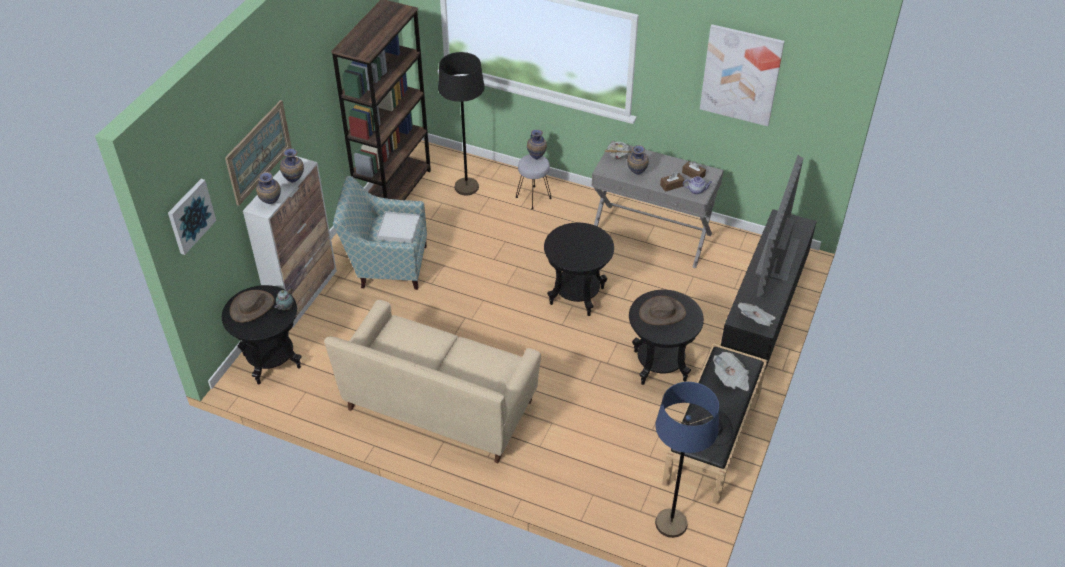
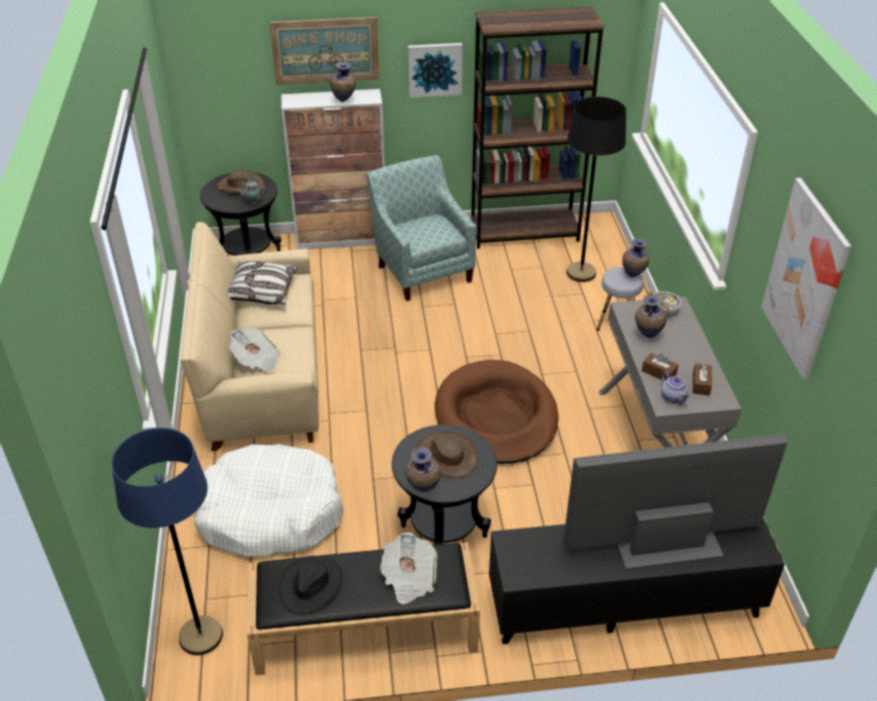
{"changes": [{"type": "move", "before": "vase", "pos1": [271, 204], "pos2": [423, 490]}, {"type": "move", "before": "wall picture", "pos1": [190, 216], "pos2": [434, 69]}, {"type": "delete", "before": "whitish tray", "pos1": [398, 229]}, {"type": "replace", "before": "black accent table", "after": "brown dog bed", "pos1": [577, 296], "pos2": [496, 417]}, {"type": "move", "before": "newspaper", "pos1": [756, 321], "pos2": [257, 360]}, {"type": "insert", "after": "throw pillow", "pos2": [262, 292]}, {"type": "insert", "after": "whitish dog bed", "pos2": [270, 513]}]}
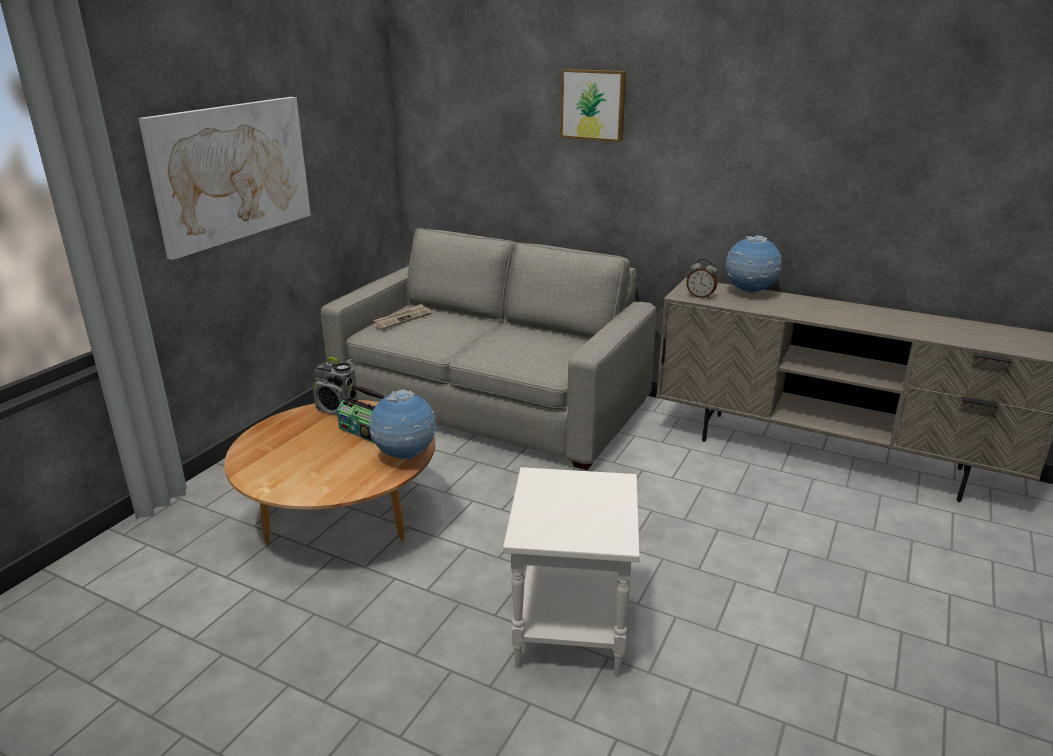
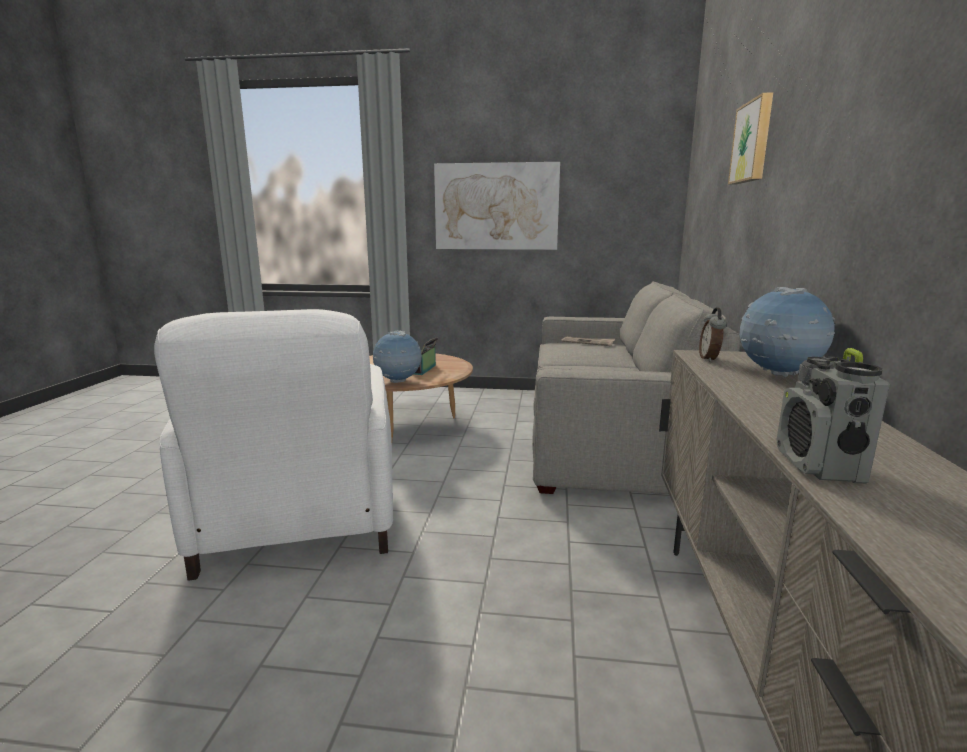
{"changes": [{"type": "move", "before": "radio receiver", "pos1": [337, 409], "pos2": [819, 466]}, {"type": "replace", "before": "whitish accent table", "after": "whitish lounge chair", "pos1": [572, 631], "pos2": [298, 521]}]}
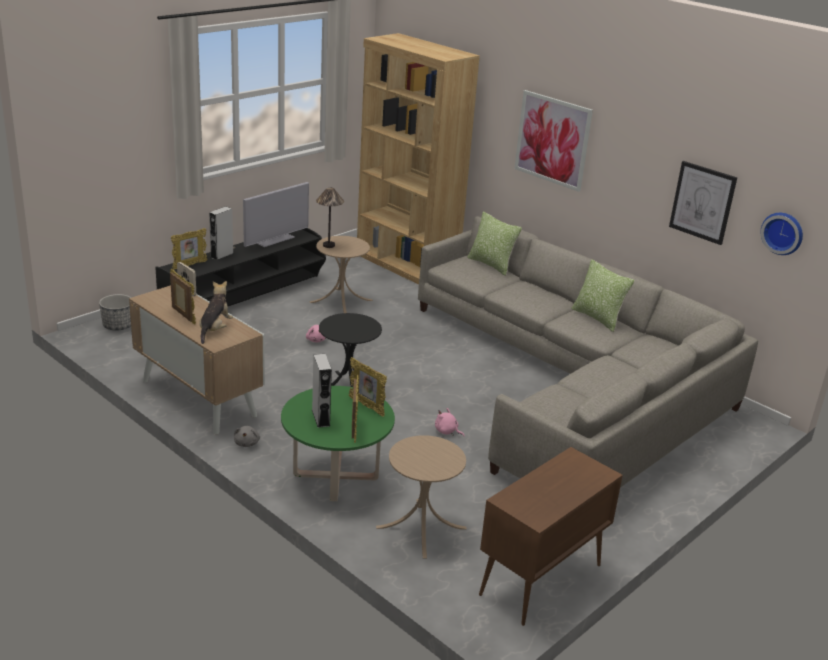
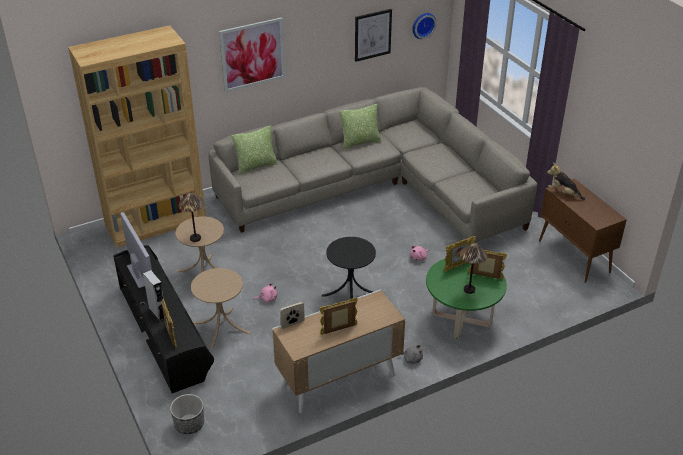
{"changes": [{"type": "move", "before": "plush toy", "pos1": [215, 329], "pos2": [563, 193]}, {"type": "replace", "before": "greyish speaker", "after": "lamp for a table", "pos1": [321, 418], "pos2": [469, 289]}, {"type": "move", "before": "beige-coloured accent table", "pos1": [421, 527], "pos2": [221, 327]}]}
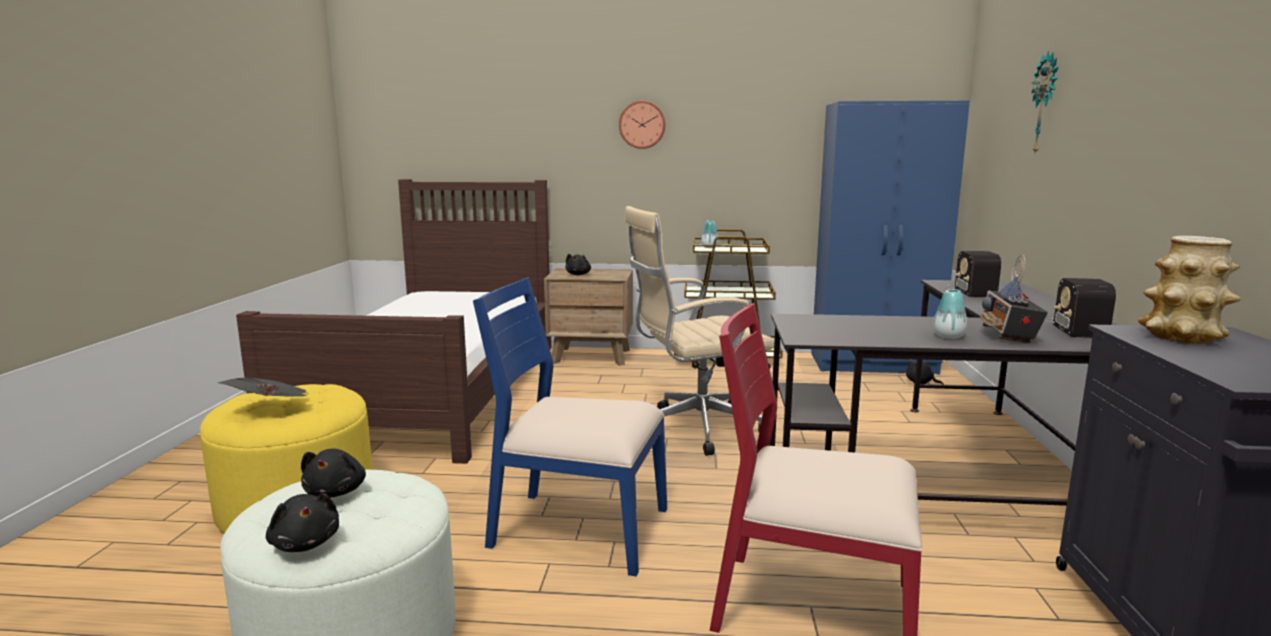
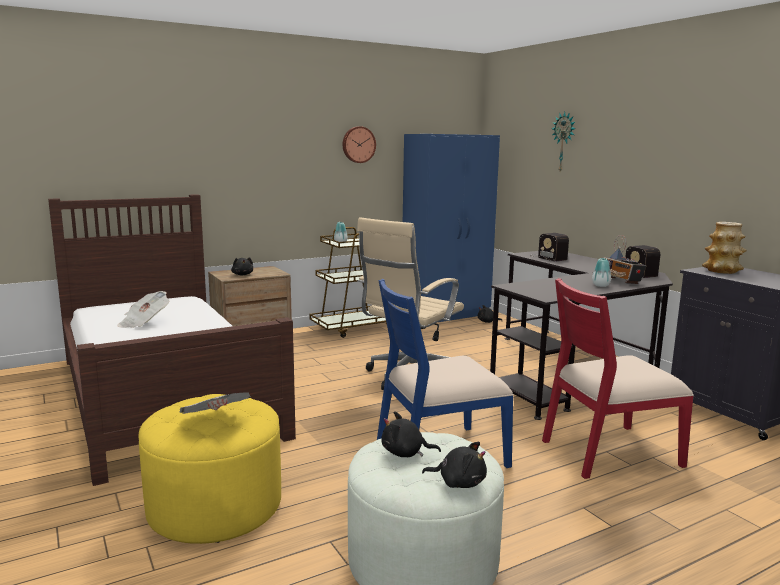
{"changes": [{"type": "move", "before": "wall clock", "pos1": [642, 125], "pos2": [358, 144]}, {"type": "rotate", "before": "black plush toy", "pos1": [336, 492], "pos2": [405, 453], "turn": 135}, {"type": "insert", "after": "newspaper", "pos2": [144, 323]}]}
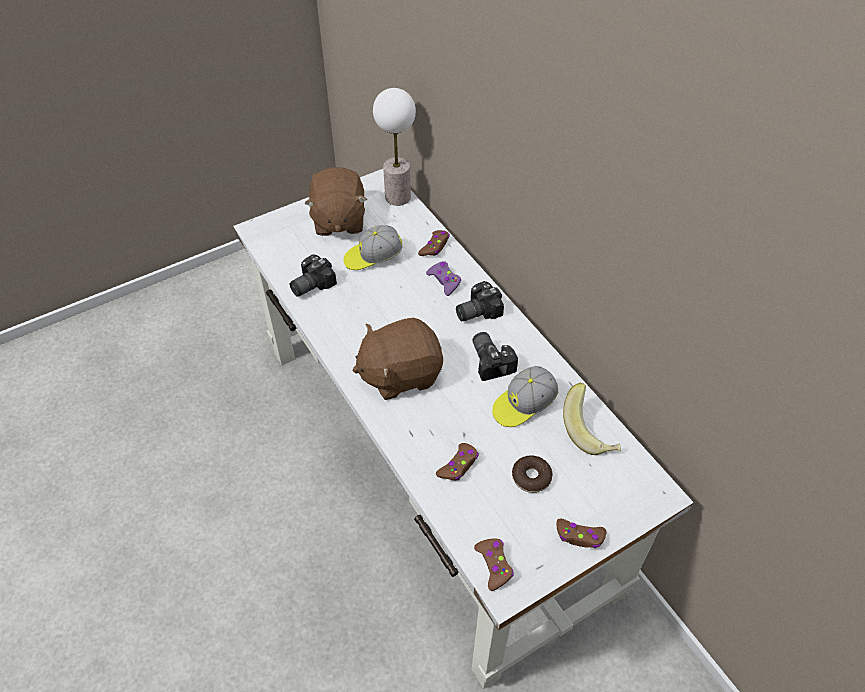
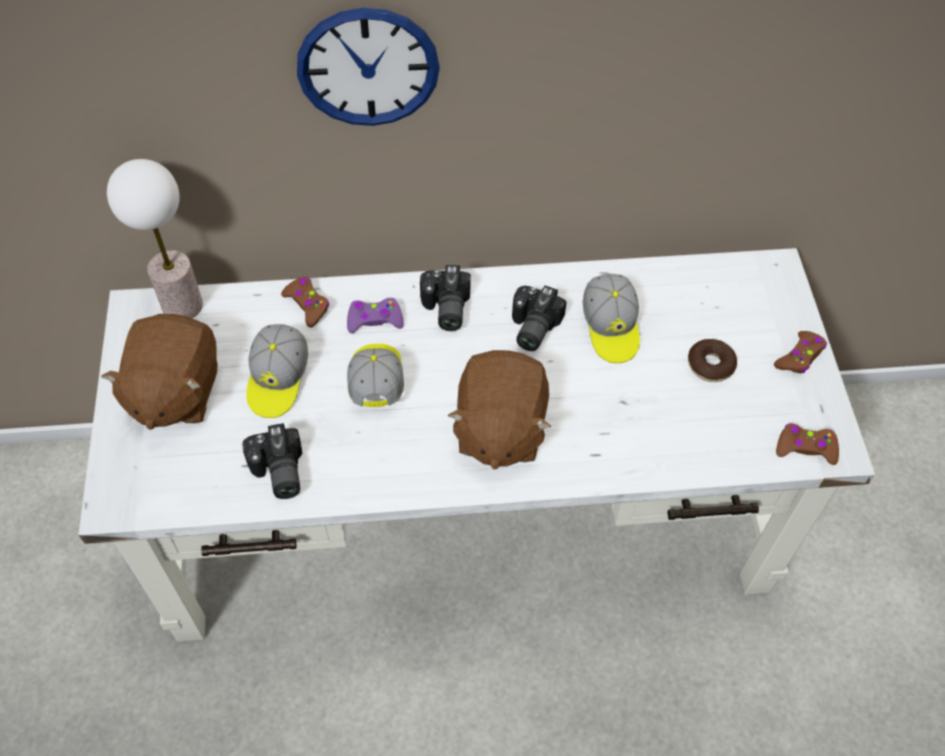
{"changes": [{"type": "rotate", "before": "brown plush toy", "pos1": [338, 220], "pos2": [174, 392], "turn": 75}, {"type": "rotate", "before": "still camera", "pos1": [492, 360], "pos2": [530, 328], "turn": -75}, {"type": "delete", "before": "banana fruit", "pos1": [590, 431]}, {"type": "delete", "before": "brown gamepad", "pos1": [458, 465]}, {"type": "insert", "after": "wall clock", "pos2": [368, 68]}, {"type": "insert", "after": "cap", "pos2": [376, 381]}]}
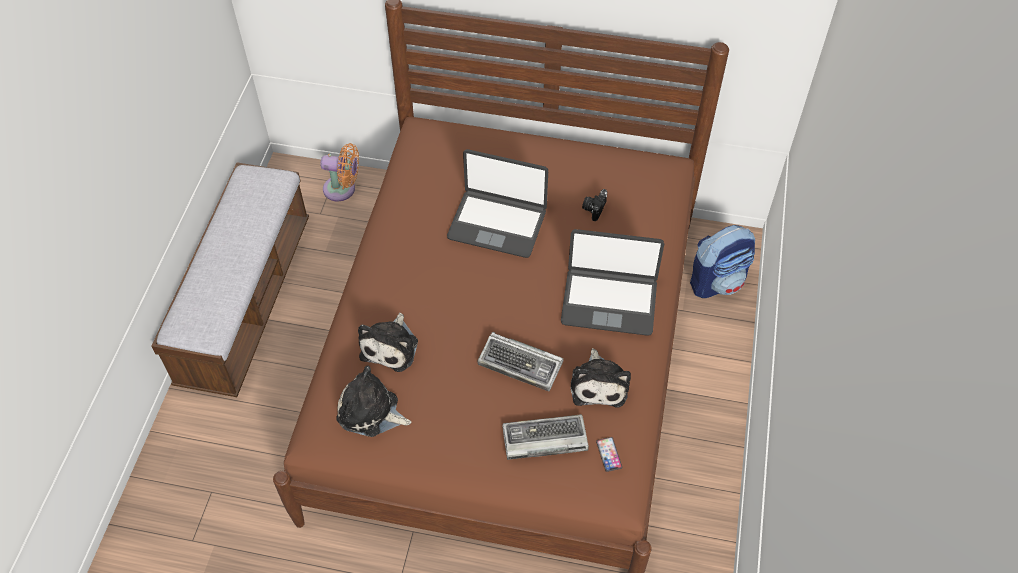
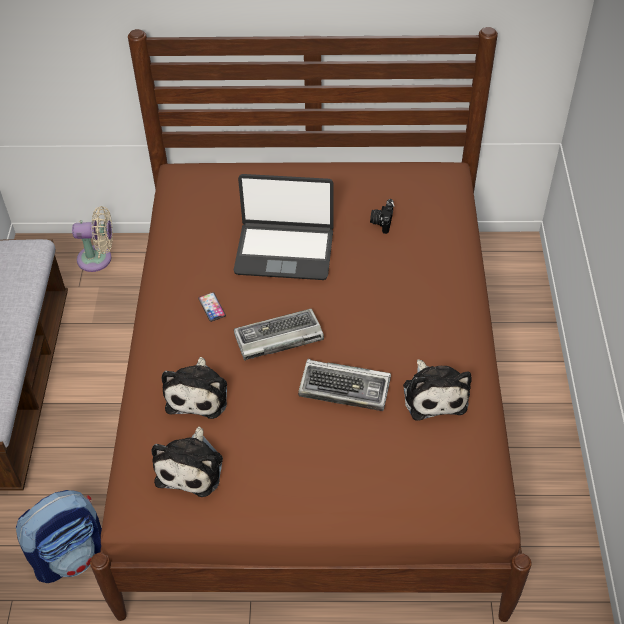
{"changes": [{"type": "recolor", "before": "orangey fan", "after": "beige-coloured fan", "pos1": [343, 189], "pos2": [98, 259]}, {"type": "move", "before": "backpack", "pos1": [717, 281], "pos2": [71, 555]}, {"type": "delete", "before": "portable computer", "pos1": [609, 301]}, {"type": "rotate", "before": "plush toy", "pos1": [371, 412], "pos2": [191, 467], "turn": -90}, {"type": "move", "before": "PC keyboard", "pos1": [543, 440], "pos2": [277, 338]}, {"type": "move", "before": "telephone", "pos1": [609, 454], "pos2": [212, 307]}]}
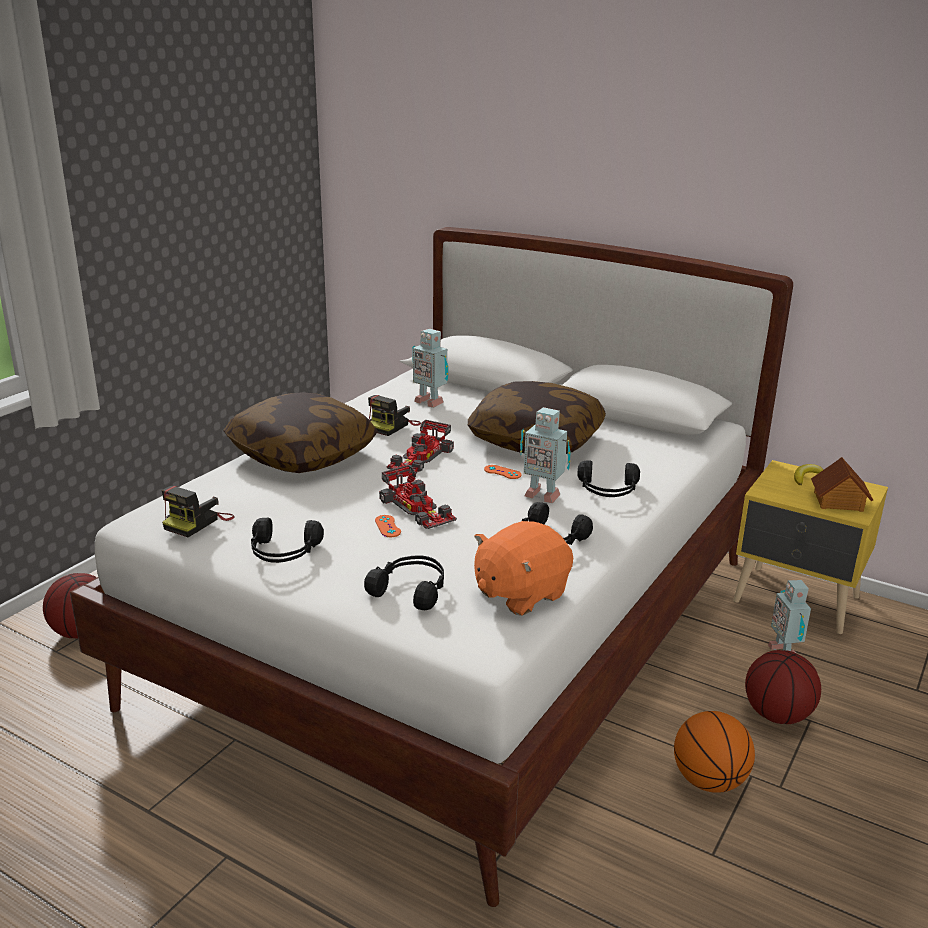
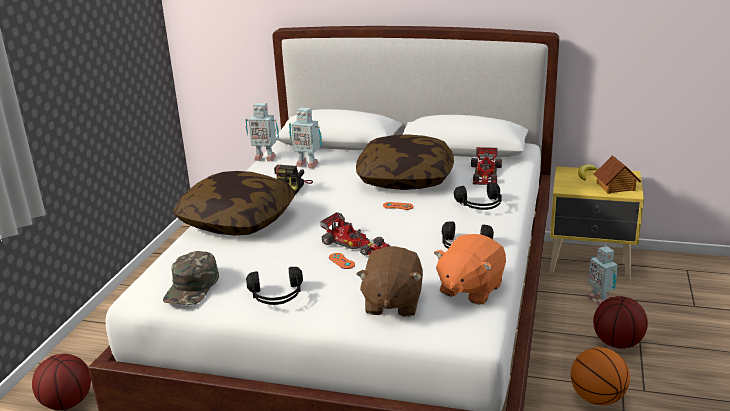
{"changes": [{"type": "move", "before": "model robot", "pos1": [542, 494], "pos2": [265, 158]}, {"type": "move", "before": "toy car", "pos1": [420, 457], "pos2": [485, 173]}, {"type": "replace", "before": "still camera", "after": "greenish cap", "pos1": [198, 522], "pos2": [192, 287]}, {"type": "replace", "before": "black headphones", "after": "brown plush toy", "pos1": [411, 590], "pos2": [392, 303]}]}
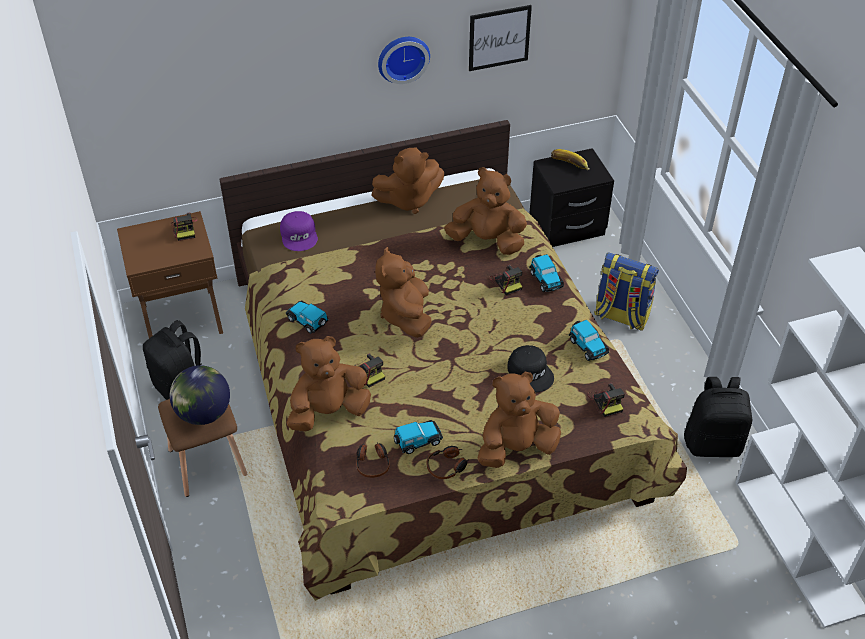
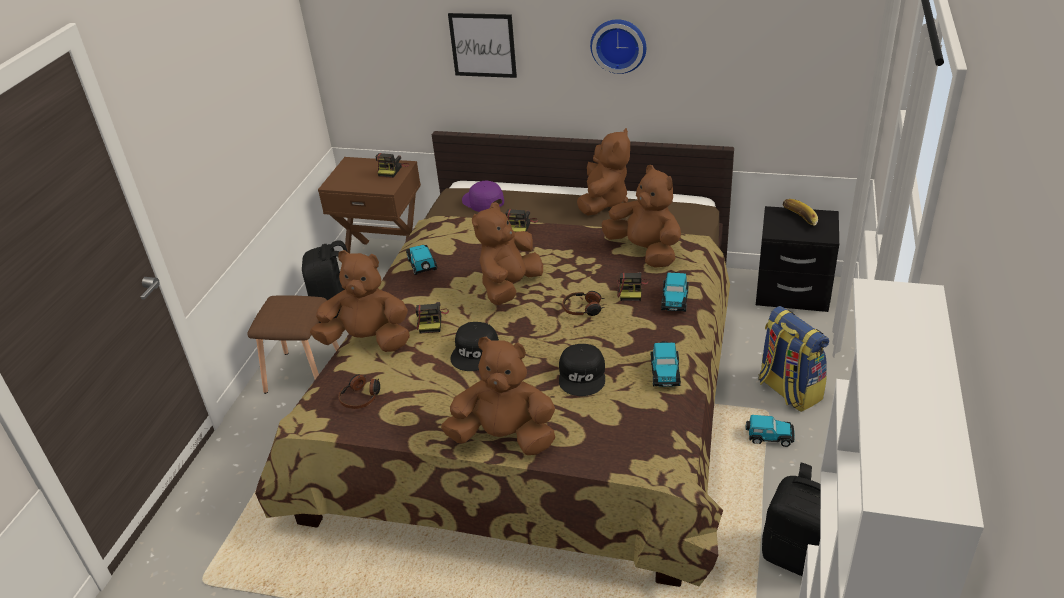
{"changes": [{"type": "move", "before": "wall picture", "pos1": [499, 37], "pos2": [483, 45]}, {"type": "rotate", "before": "brown plush toy", "pos1": [408, 200], "pos2": [603, 201], "turn": -90}, {"type": "rotate", "before": "purplish cap", "pos1": [299, 235], "pos2": [482, 201], "turn": 120}, {"type": "delete", "before": "world globe", "pos1": [204, 413]}, {"type": "move", "before": "still camera", "pos1": [606, 401], "pos2": [520, 226]}, {"type": "move", "before": "toy car", "pos1": [417, 441], "pos2": [769, 437]}, {"type": "move", "before": "headphones", "pos1": [447, 466], "pos2": [583, 309]}, {"type": "insert", "after": "black cap", "pos2": [476, 352]}]}
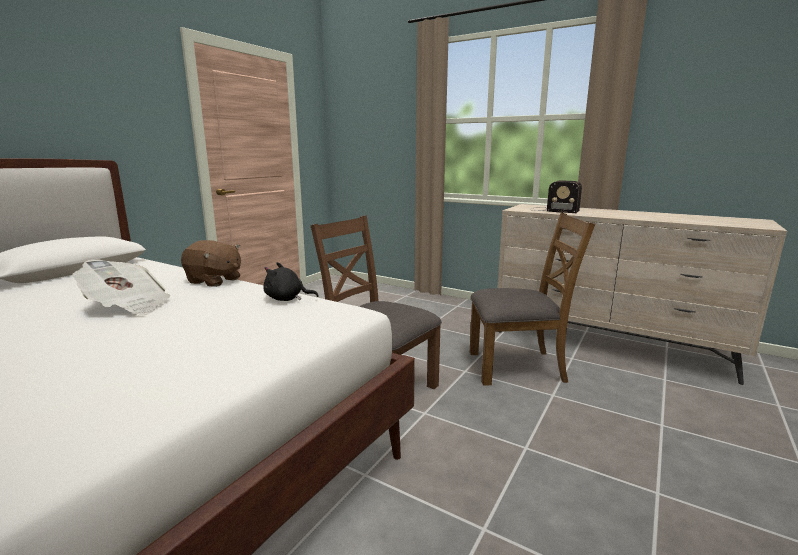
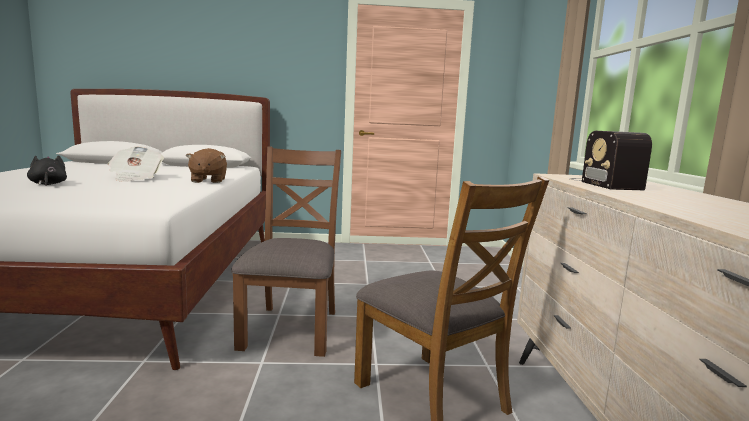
{"changes": [{"type": "move", "before": "black plush toy", "pos1": [287, 299], "pos2": [48, 184]}]}
